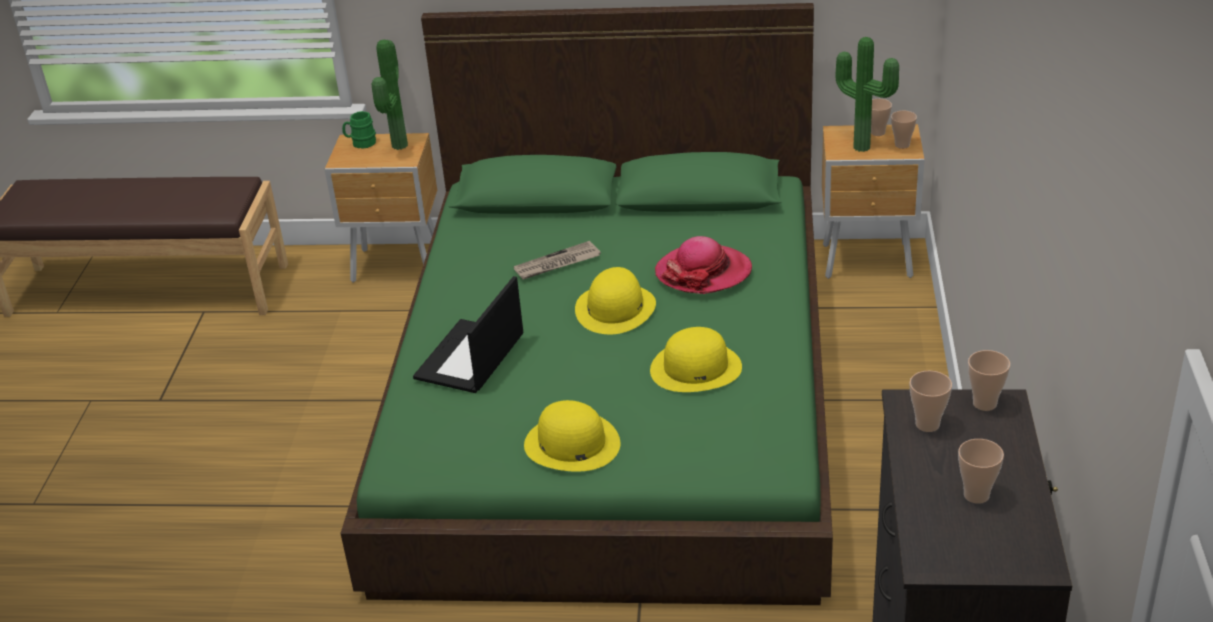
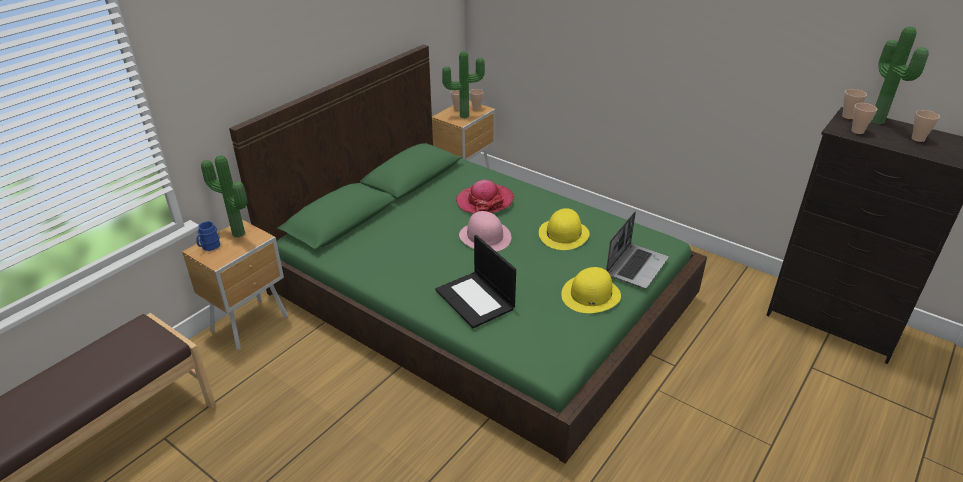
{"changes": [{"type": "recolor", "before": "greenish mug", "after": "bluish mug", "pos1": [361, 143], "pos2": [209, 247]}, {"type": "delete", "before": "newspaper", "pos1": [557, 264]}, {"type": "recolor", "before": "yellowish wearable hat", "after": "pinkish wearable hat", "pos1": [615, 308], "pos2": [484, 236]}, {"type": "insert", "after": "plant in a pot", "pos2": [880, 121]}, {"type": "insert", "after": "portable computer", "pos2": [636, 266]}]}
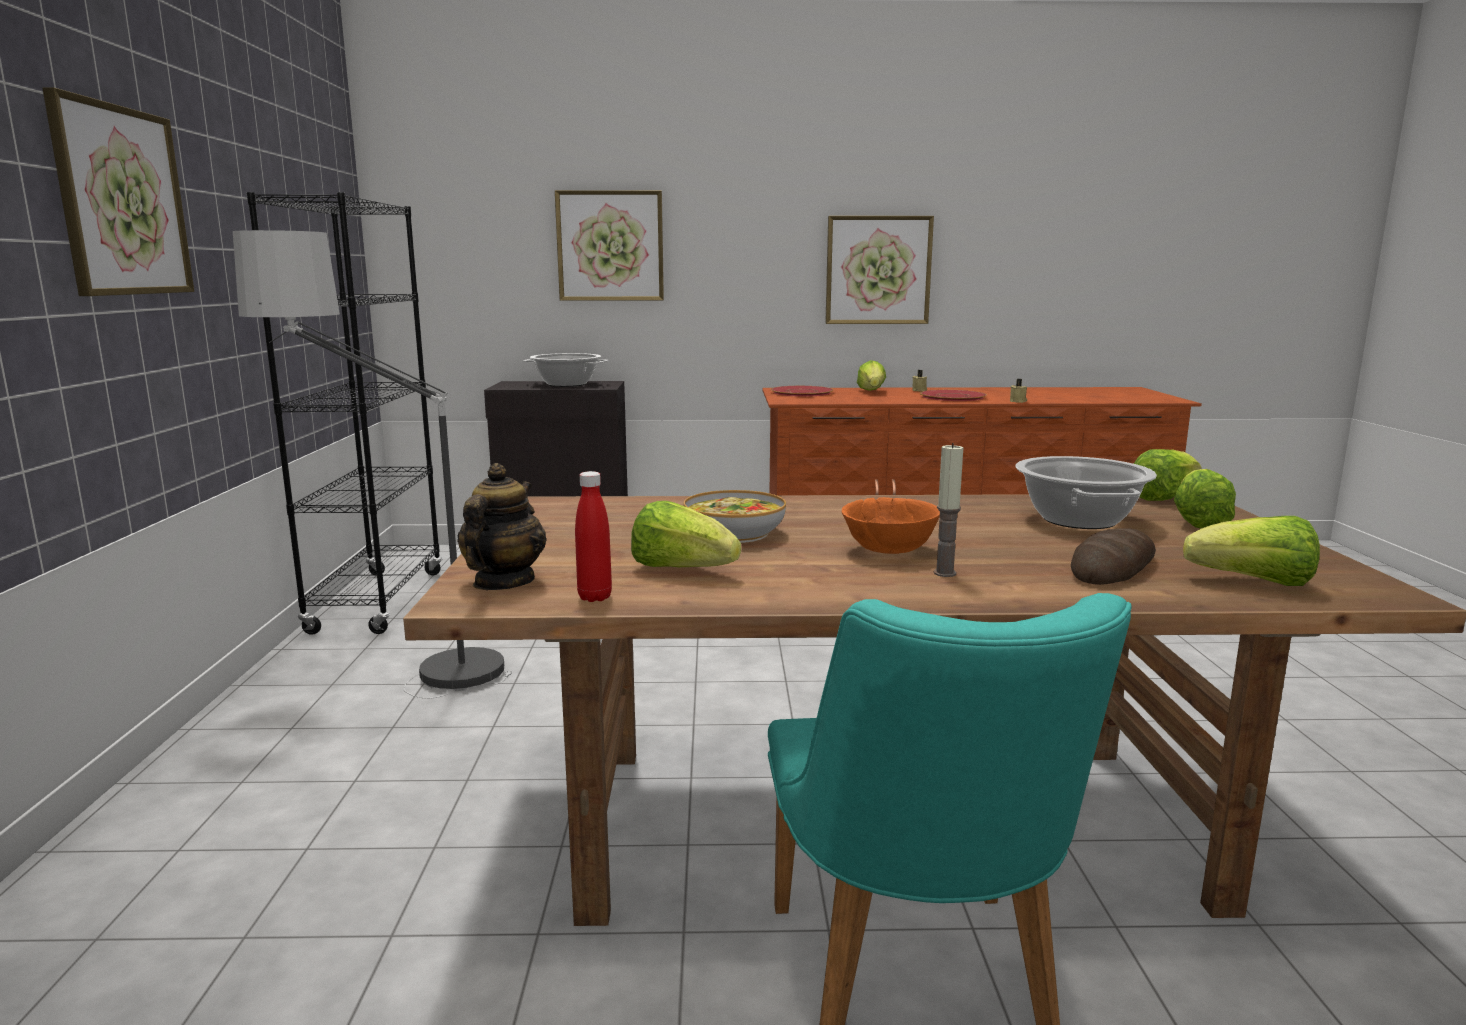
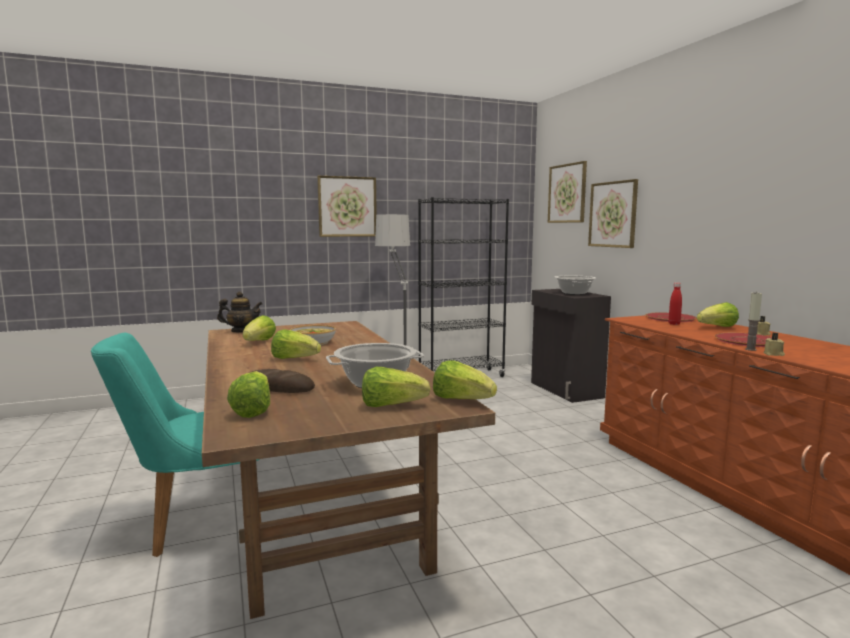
{"changes": [{"type": "move", "before": "wall picture", "pos1": [878, 270], "pos2": [567, 193]}, {"type": "move", "before": "wax candle", "pos1": [945, 573], "pos2": [750, 349]}, {"type": "move", "before": "reddish drink bottle", "pos1": [594, 597], "pos2": [674, 324]}, {"type": "replace", "before": "orangey serving bowl", "after": "lettuce", "pos1": [888, 550], "pos2": [294, 359]}]}
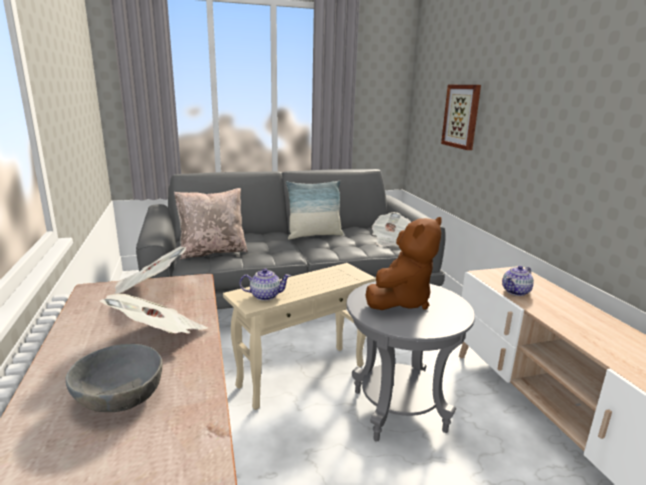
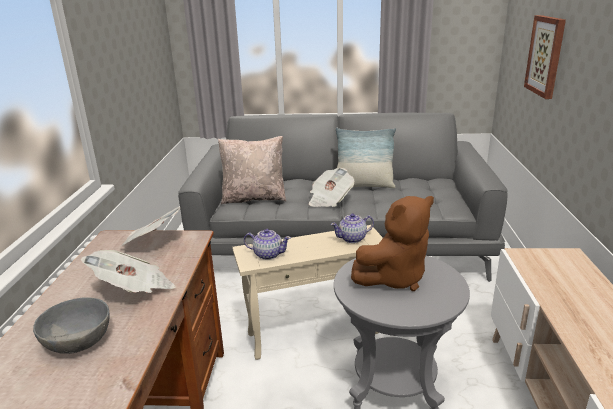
{"changes": [{"type": "move", "before": "newspaper", "pos1": [389, 240], "pos2": [329, 200]}, {"type": "move", "before": "teapot", "pos1": [516, 291], "pos2": [352, 238]}]}
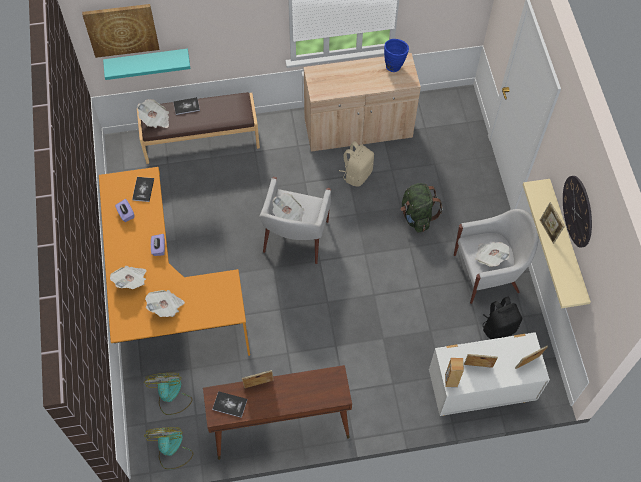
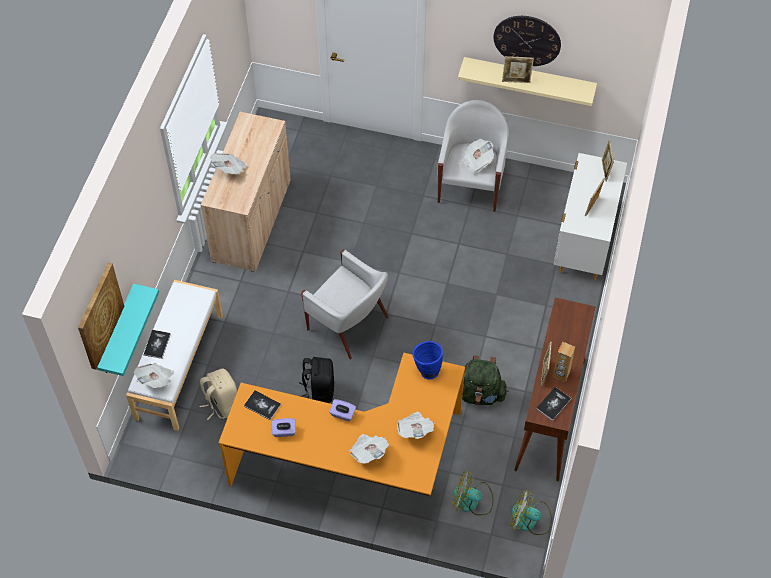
{"changes": [{"type": "move", "before": "bluish vase", "pos1": [394, 65], "pos2": [426, 370]}, {"type": "recolor", "before": "brown long seat", "after": "whitish long seat", "pos1": [201, 139], "pos2": [178, 366]}, {"type": "move", "before": "beige-coloured backpack", "pos1": [357, 174], "pos2": [221, 404]}, {"type": "move", "before": "greenish backpack", "pos1": [417, 216], "pos2": [479, 394]}, {"type": "move", "before": "newspaper", "pos1": [289, 215], "pos2": [230, 169]}, {"type": "move", "before": "black backpack", "pos1": [499, 327], "pos2": [319, 391]}, {"type": "move", "before": "brown speaker", "pos1": [450, 380], "pos2": [561, 374]}]}
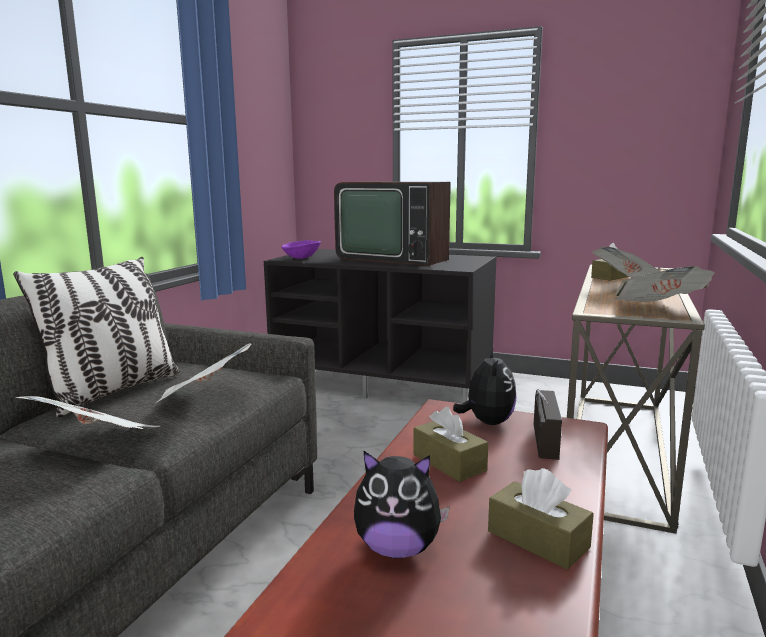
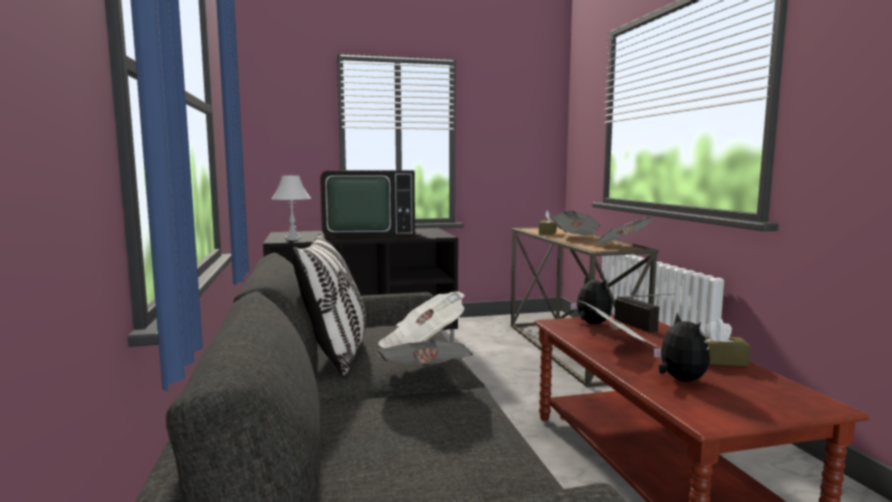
{"changes": [{"type": "replace", "before": "purplish serving bowl", "after": "whitish lamp for a table", "pos1": [301, 258], "pos2": [292, 239]}, {"type": "replace", "before": "brown box of tissues", "after": "newspaper", "pos1": [449, 462], "pos2": [617, 344]}, {"type": "rotate", "before": "plush toy", "pos1": [398, 549], "pos2": [679, 380], "turn": -75}]}
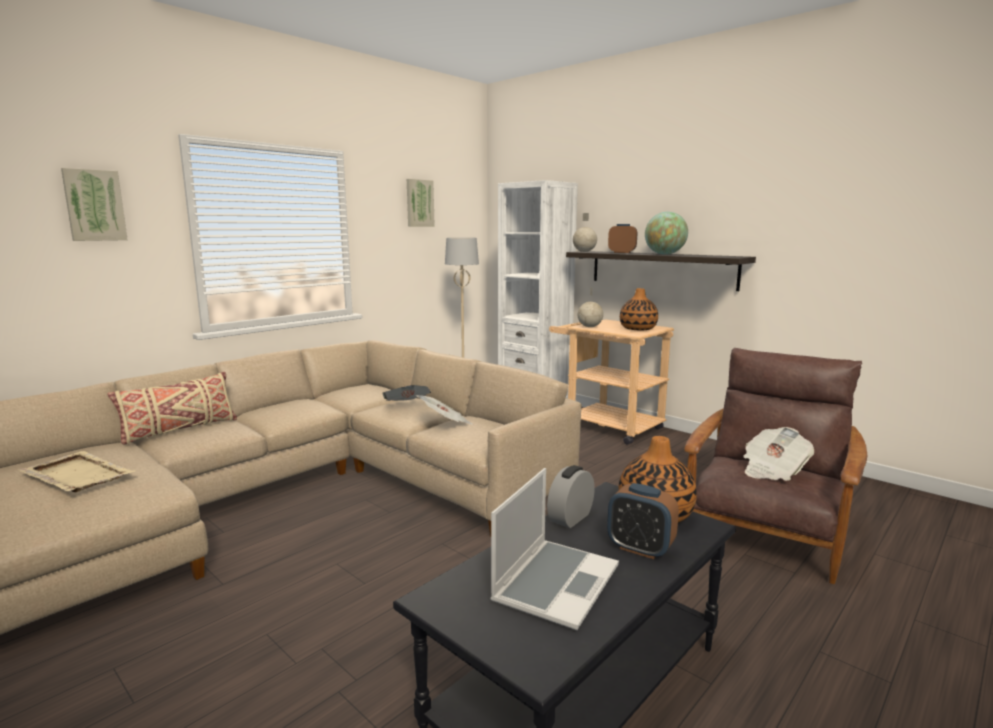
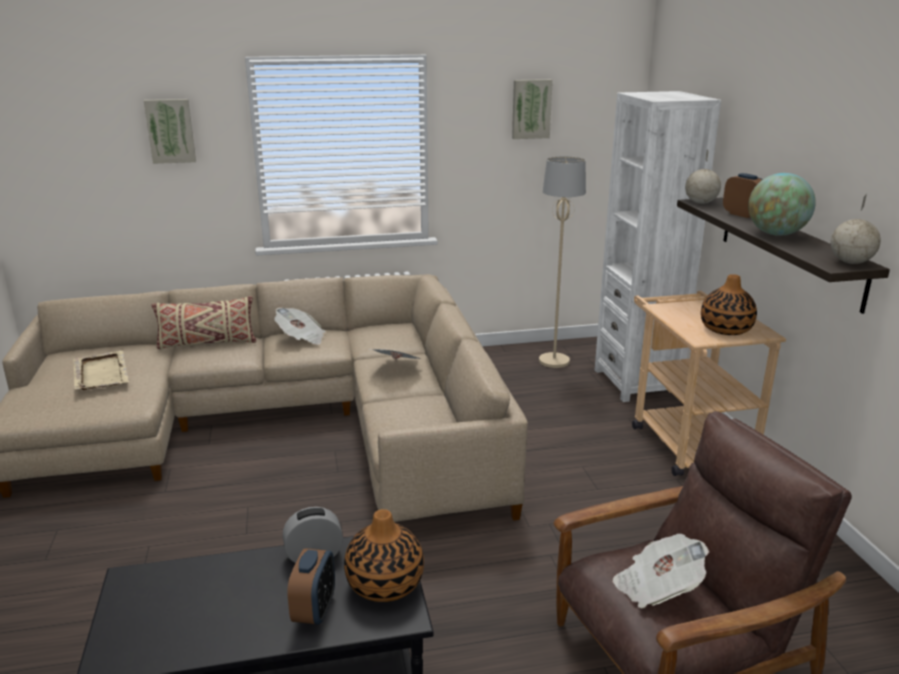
{"changes": [{"type": "move", "before": "world globe", "pos1": [590, 327], "pos2": [851, 262]}, {"type": "move", "before": "newspaper", "pos1": [445, 424], "pos2": [301, 338]}, {"type": "delete", "before": "portable computer", "pos1": [555, 583]}, {"type": "rotate", "before": "bedside clock", "pos1": [640, 548], "pos2": [314, 610], "turn": -150}]}
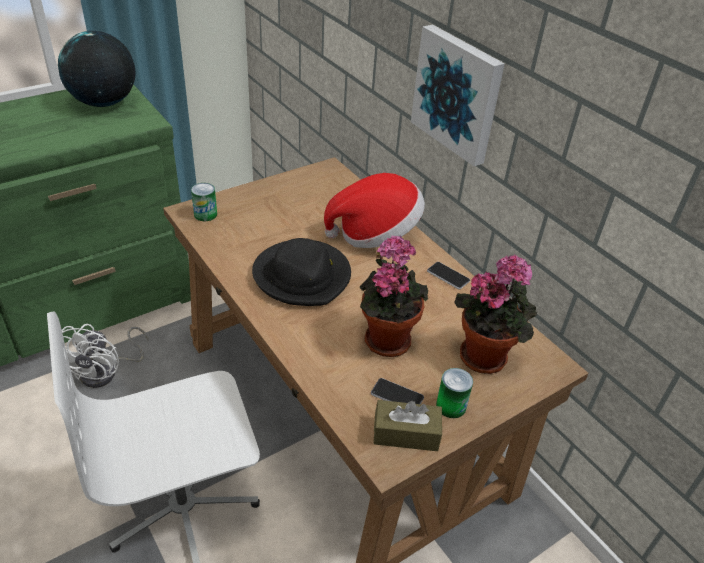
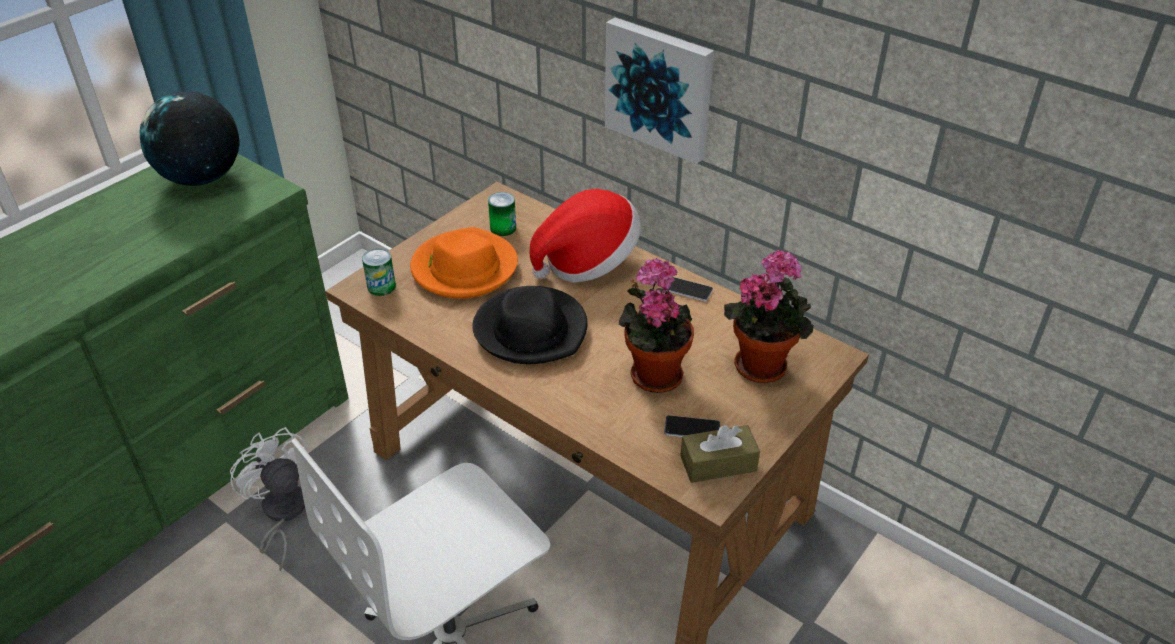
{"changes": [{"type": "rotate", "before": "whitish fan", "pos1": [106, 372], "pos2": [281, 514], "turn": 150}, {"type": "move", "before": "can", "pos1": [451, 406], "pos2": [503, 228]}, {"type": "insert", "after": "orangey wearable hat", "pos2": [464, 268]}]}
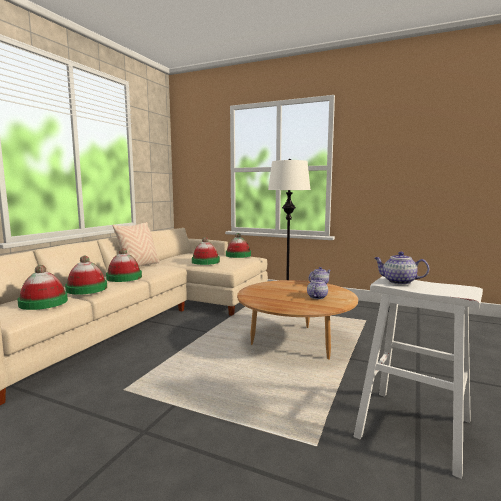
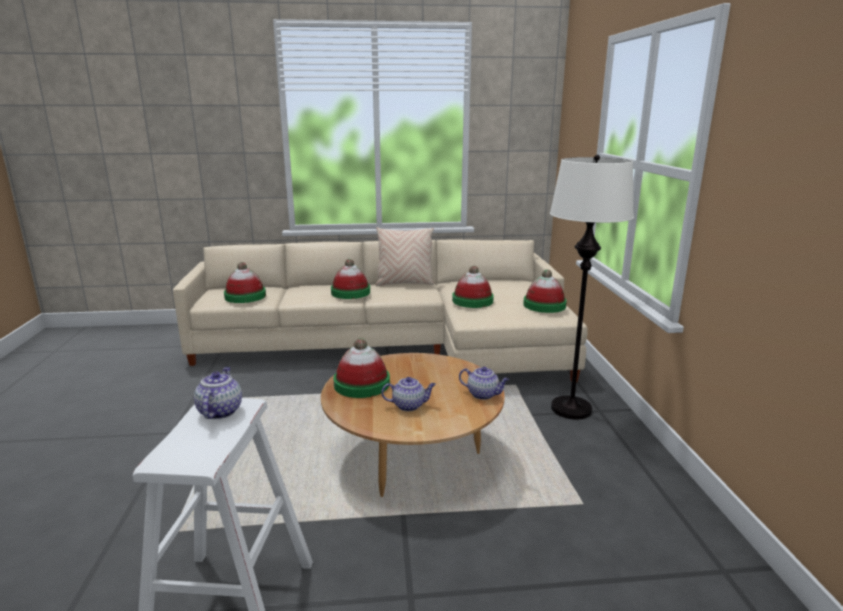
{"changes": [{"type": "move", "before": "wearable hat", "pos1": [86, 289], "pos2": [362, 384]}]}
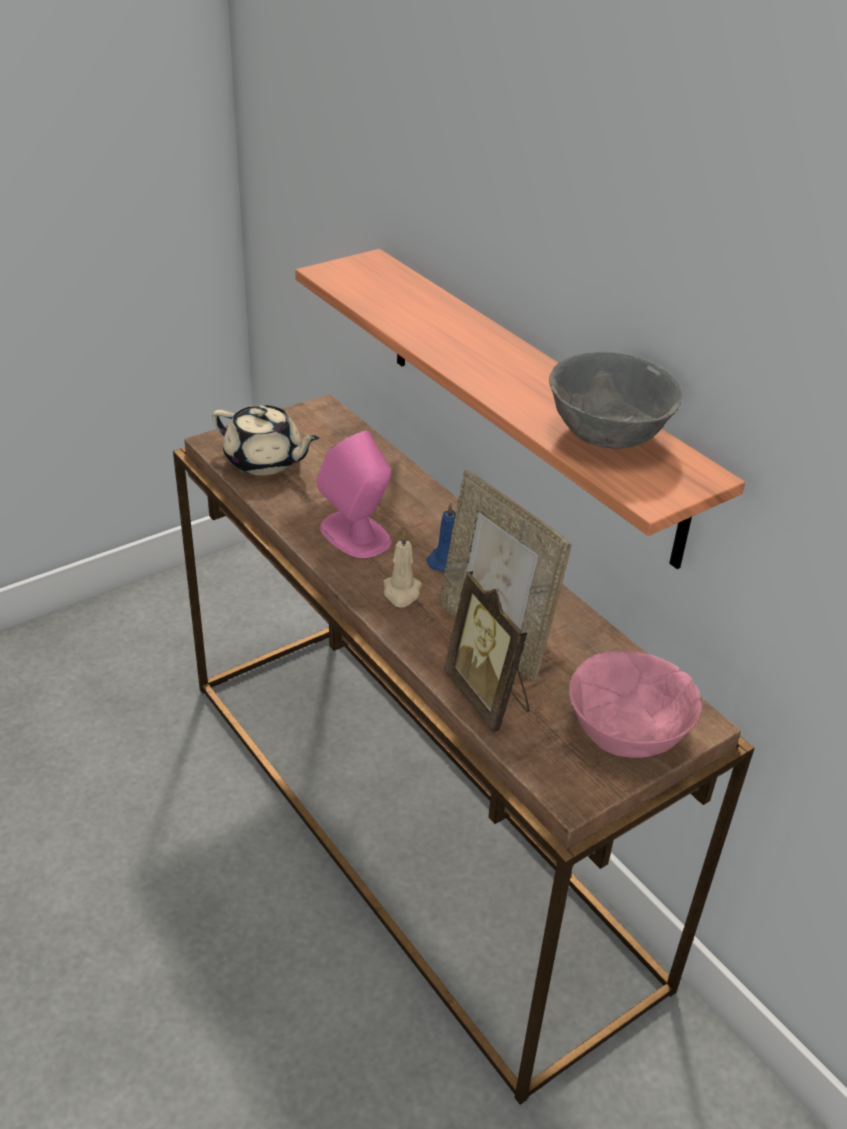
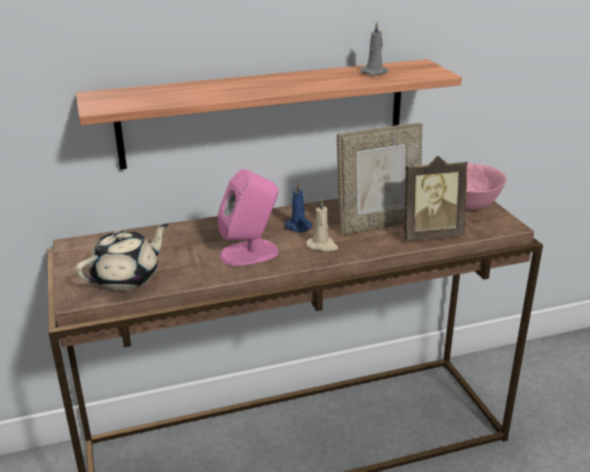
{"changes": [{"type": "replace", "before": "greyish serving bowl", "after": "greyish wax candle", "pos1": [608, 435], "pos2": [375, 72]}]}
